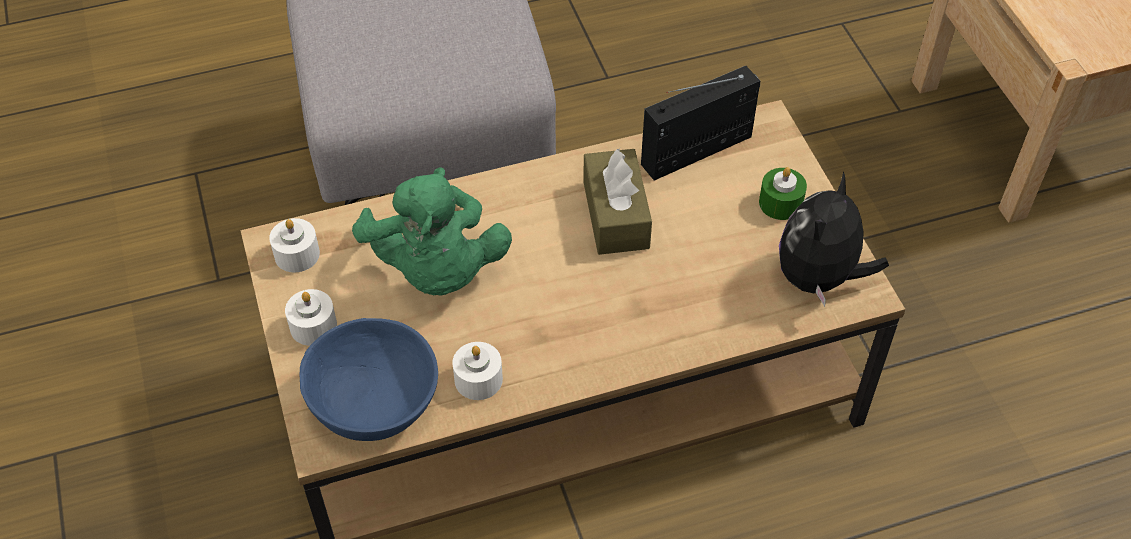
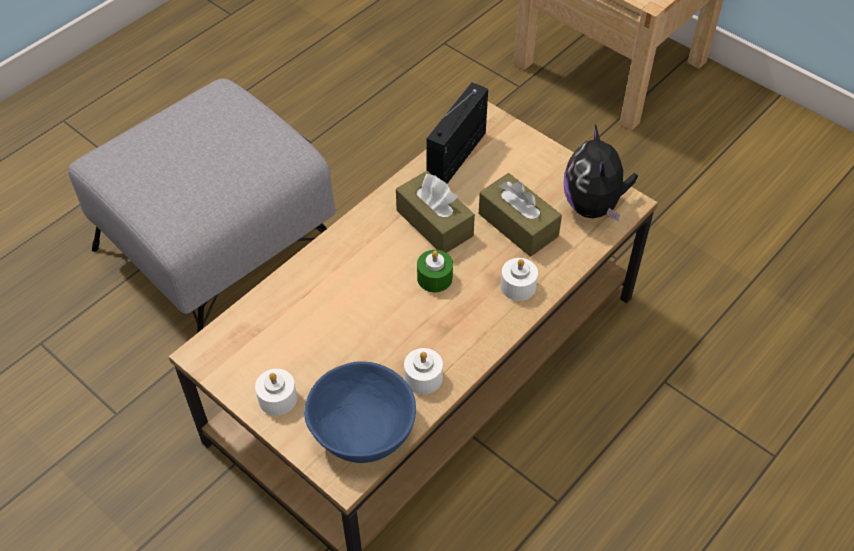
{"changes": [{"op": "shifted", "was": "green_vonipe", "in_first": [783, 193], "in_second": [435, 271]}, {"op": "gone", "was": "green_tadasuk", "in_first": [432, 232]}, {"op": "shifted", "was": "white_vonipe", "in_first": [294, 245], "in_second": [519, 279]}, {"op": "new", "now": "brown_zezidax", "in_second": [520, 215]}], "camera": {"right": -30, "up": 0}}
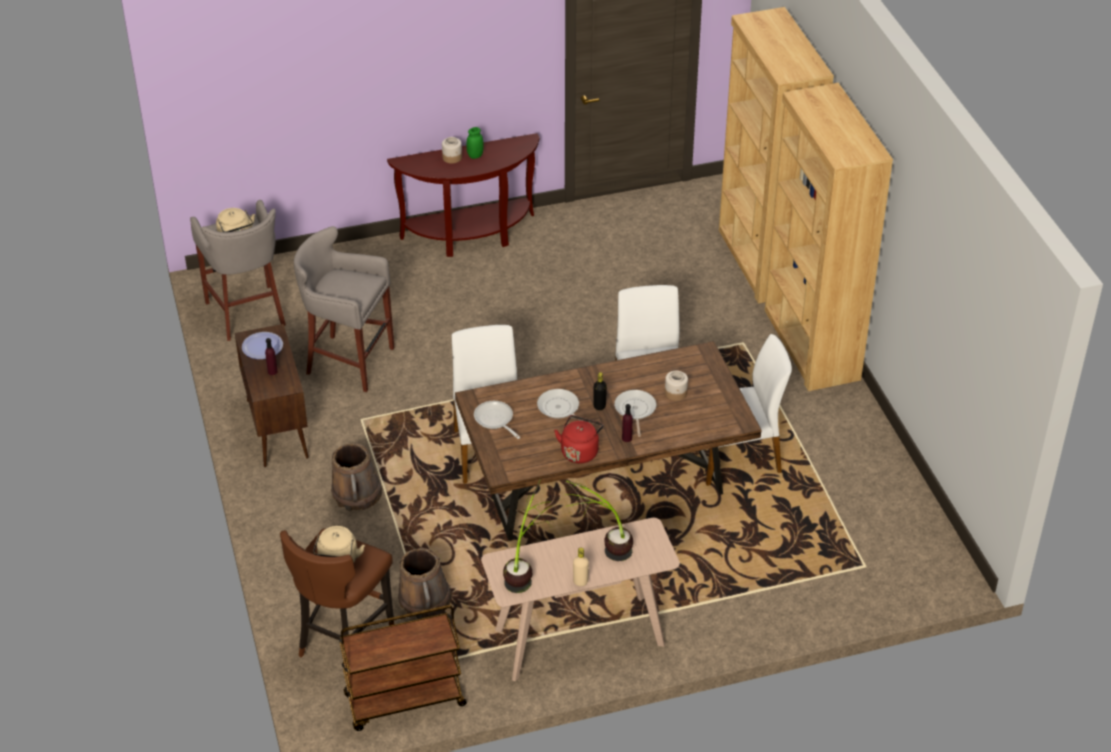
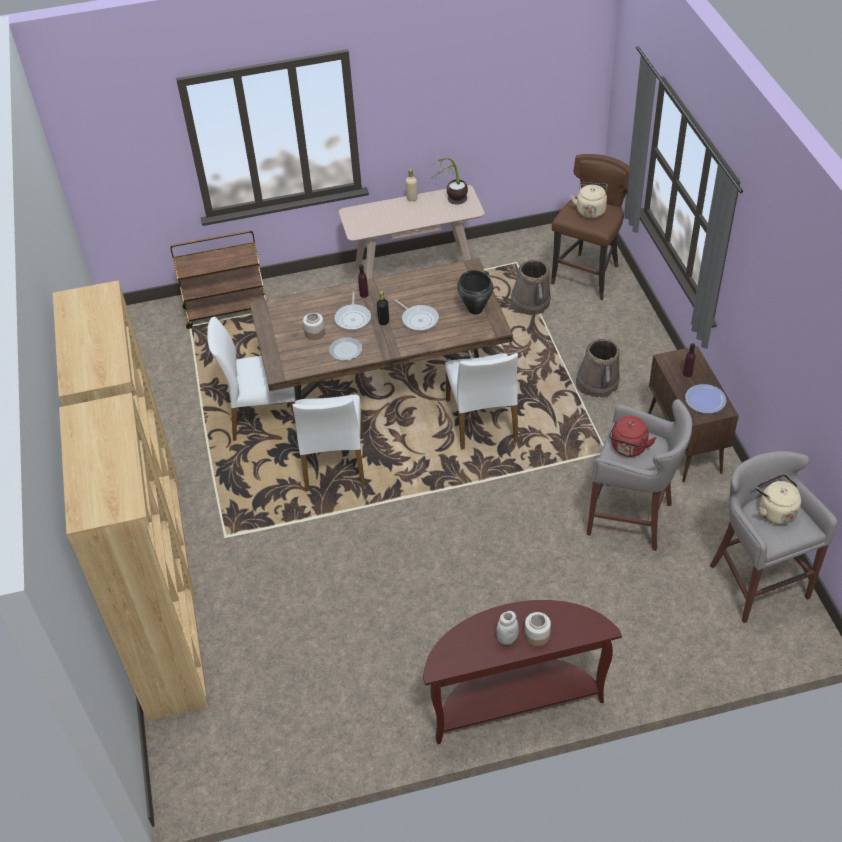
{"changes": [{"op": "repainted", "was": "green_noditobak", "now": "white_noditobak", "in_first": [475, 143], "in_second": [507, 628]}, {"op": "swapped", "was": "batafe", "now": "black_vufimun", "in_first": [497, 420], "in_second": [475, 292]}, {"op": "shifted", "was": "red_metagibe", "in_first": [578, 439], "in_second": [632, 436]}, {"op": "gone", "was": "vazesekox", "in_first": [599, 520]}, {"op": "shifted", "was": "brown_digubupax", "in_first": [403, 668], "in_second": [218, 279]}, {"op": "new", "now": "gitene", "in_second": [345, 349]}], "camera": {"right": -175, "up": 5}}
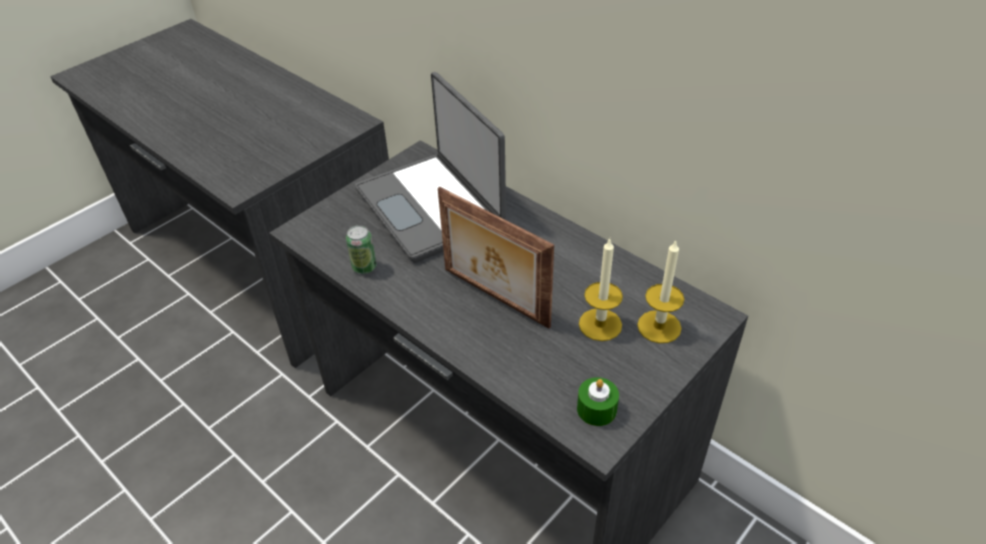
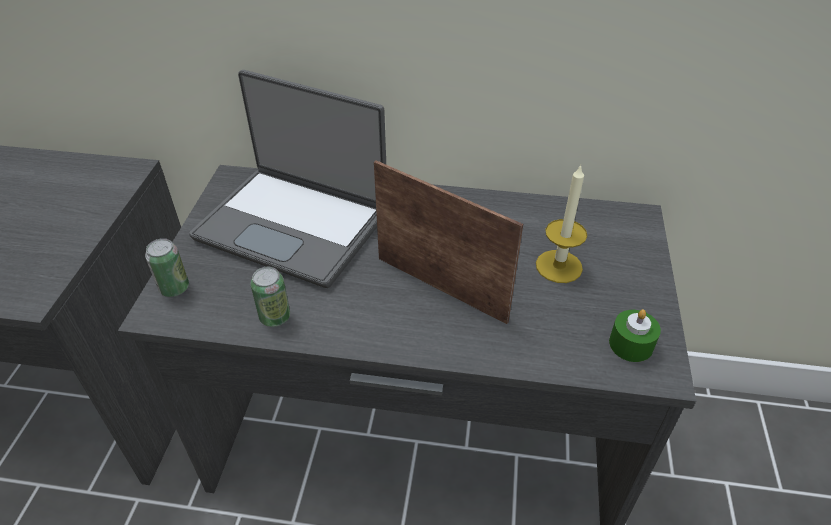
{"changes": [{"op": "rotated", "was": "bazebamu", "in_first": [496, 258], "in_second": [448, 242], "clockwise": -150}, {"op": "gone", "was": "vonipe", "in_first": [660, 291]}, {"op": "new", "now": "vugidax", "in_second": [167, 267]}], "camera": {"right": -35, "up": 0}}
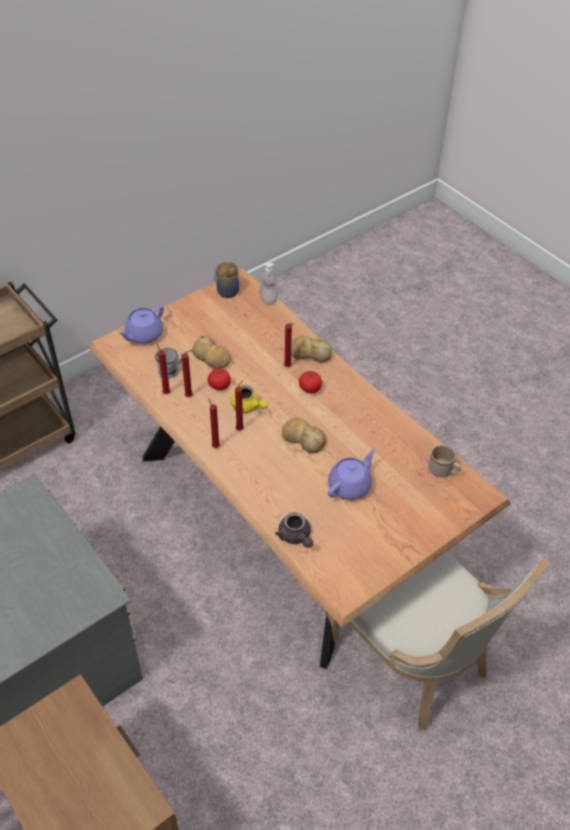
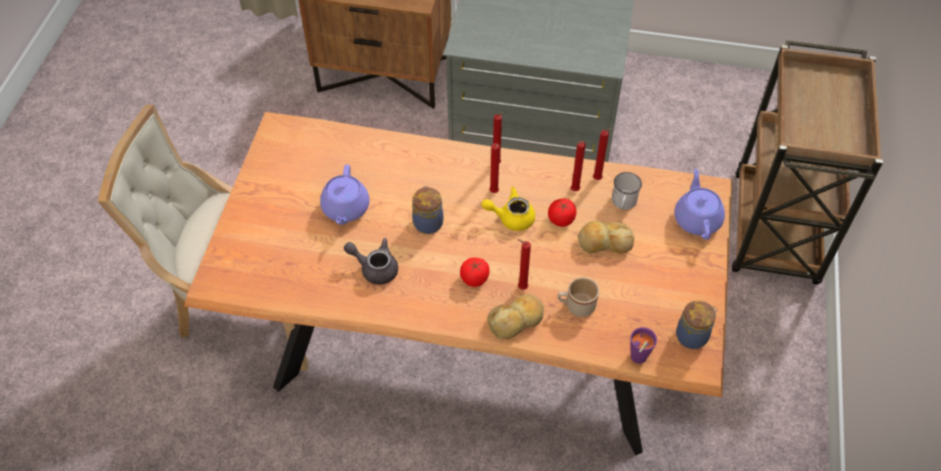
{"changes": [{"op": "swapped", "was": "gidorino", "now": "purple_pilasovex", "in_first": [268, 284], "in_second": [643, 345]}, {"op": "swapped", "was": "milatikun", "now": "noditobak", "in_first": [304, 435], "in_second": [427, 210]}, {"op": "shifted", "was": "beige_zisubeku", "in_first": [445, 461], "in_second": [578, 297]}, {"op": "shifted", "was": "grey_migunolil", "in_first": [294, 530], "in_second": [371, 261]}], "camera": {"right": 140, "up": 5}}
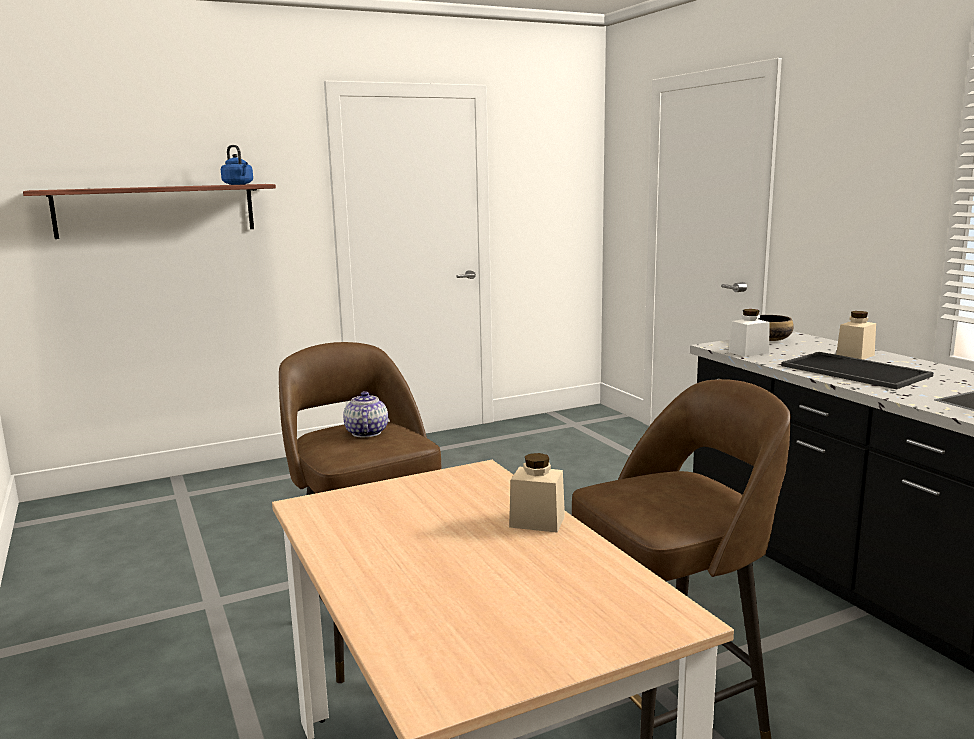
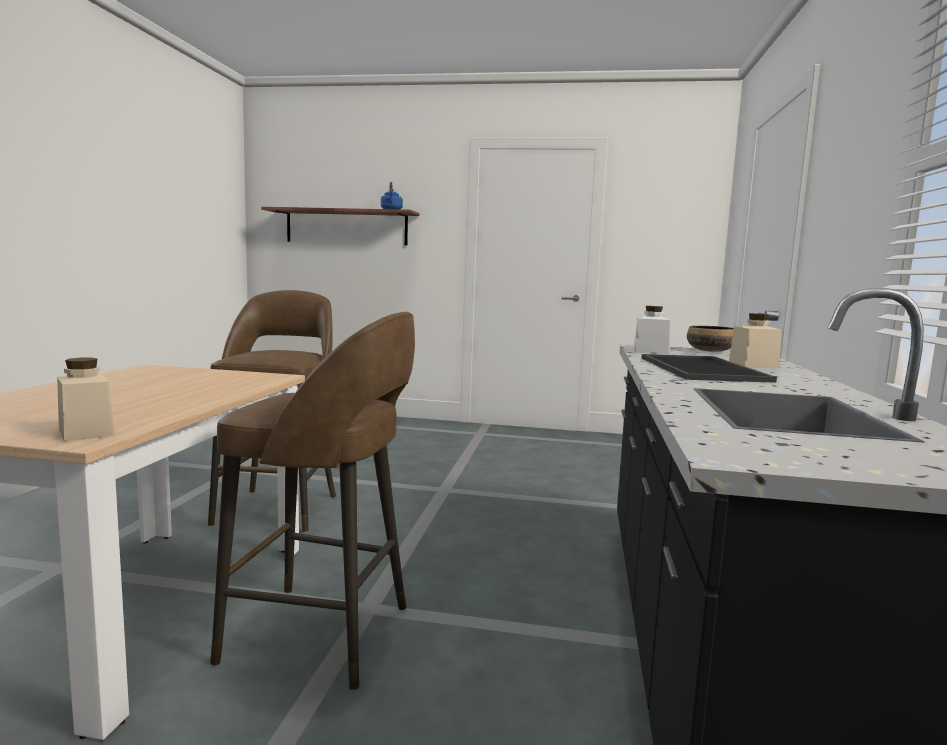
{"changes": [{"op": "gone", "was": "migunolil", "in_first": [365, 414]}, {"op": "shifted", "was": "beige_noditobak", "in_first": [537, 493], "in_second": [85, 400]}], "camera": {"right": 35, "up": -5}}
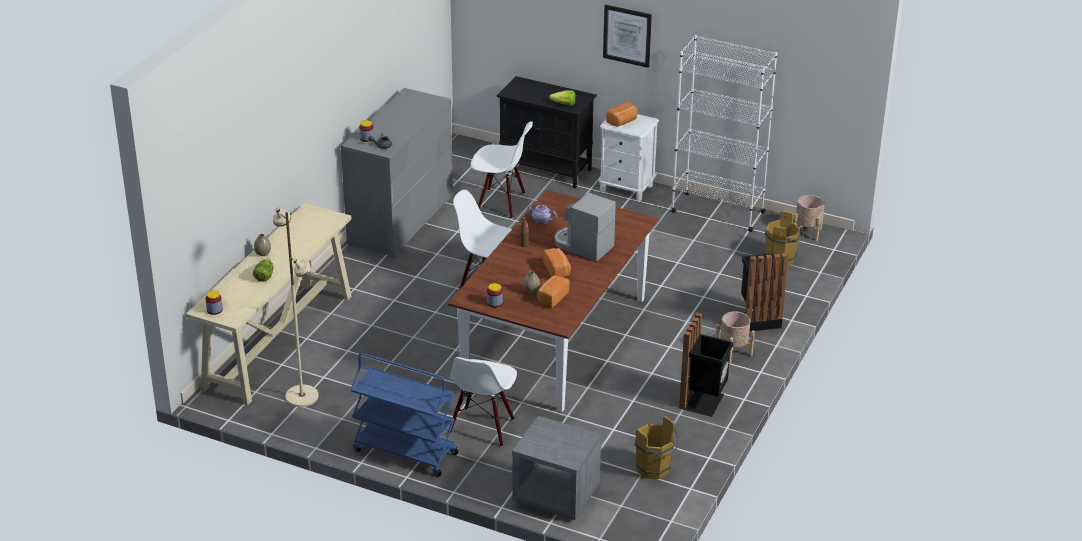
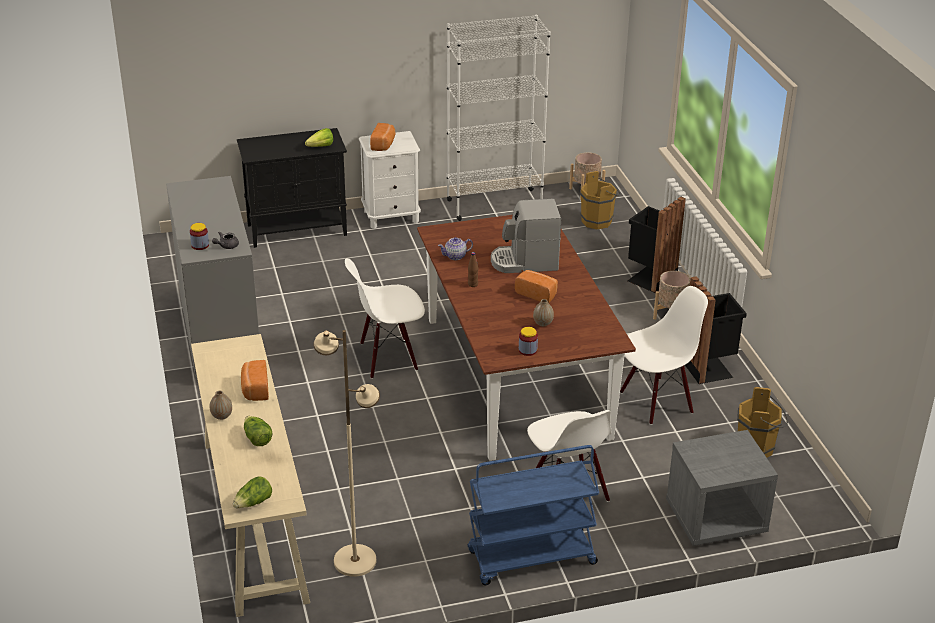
{"changes": [{"op": "gone", "was": "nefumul", "in_first": [627, 36]}, {"op": "shifted", "was": "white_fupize", "in_first": [502, 170], "in_second": [664, 355]}, {"op": "shifted", "was": "milatikun", "in_first": [553, 291], "in_second": [255, 380]}, {"op": "swapped", "was": "noditobak", "now": "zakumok", "in_first": [214, 302], "in_second": [252, 492]}], "camera": {"right": -40, "up": 0}}
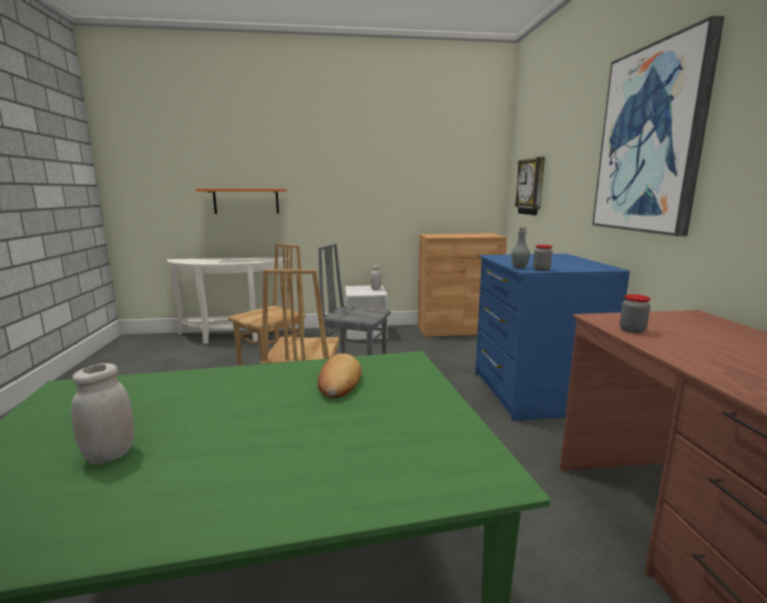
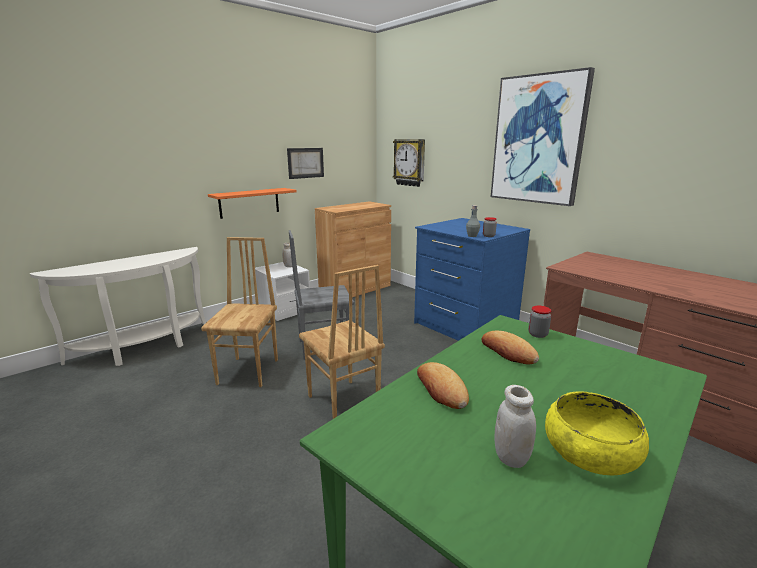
{"changes": [{"op": "shifted", "was": "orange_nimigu", "in_first": [241, 201], "in_second": [252, 203]}, {"op": "shifted", "was": "noditobak", "in_first": [635, 313], "in_second": [539, 322]}, {"op": "new", "now": "nefumul", "in_second": [305, 163]}, {"op": "new", "now": "milatikun", "in_second": [443, 385]}, {"op": "new", "now": "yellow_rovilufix", "in_second": [597, 433]}], "camera": {"right": -35, "up": 5}}
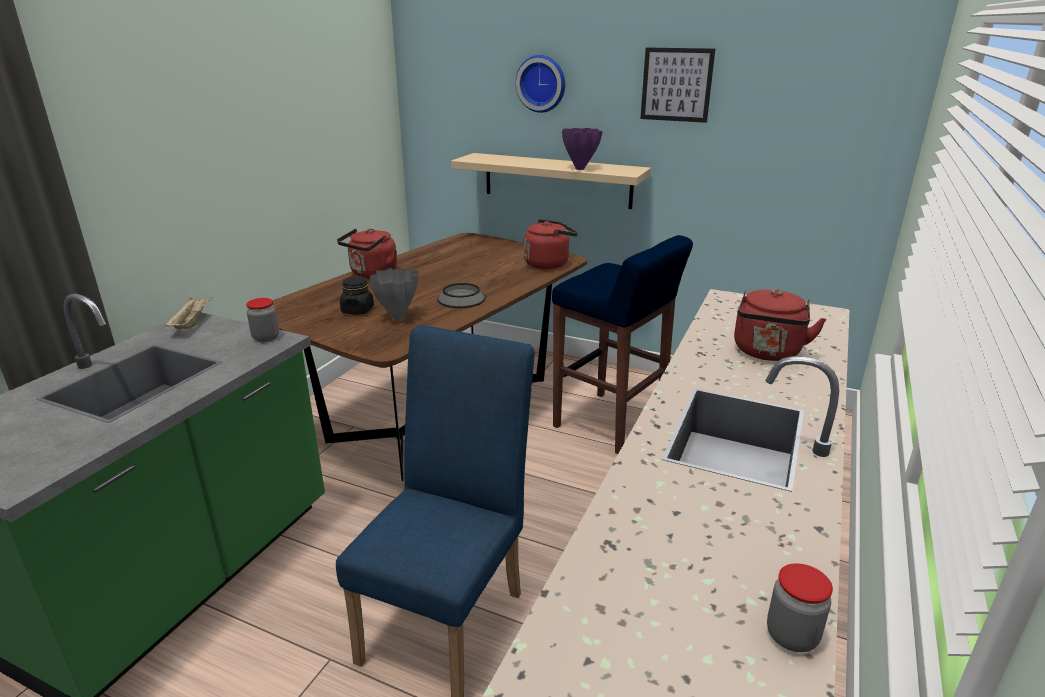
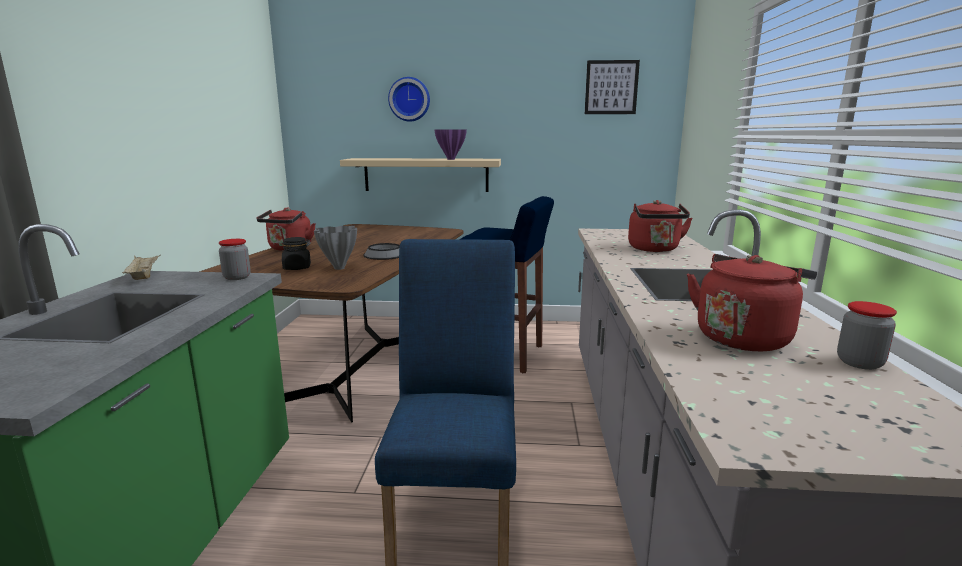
{"changes": [{"op": "shifted", "was": "nefumul", "in_first": [677, 85], "in_second": [612, 87]}, {"op": "shifted", "was": "red_metagibe", "in_first": [551, 244], "in_second": [752, 302]}], "camera": {"right": -20, "up": -10}}
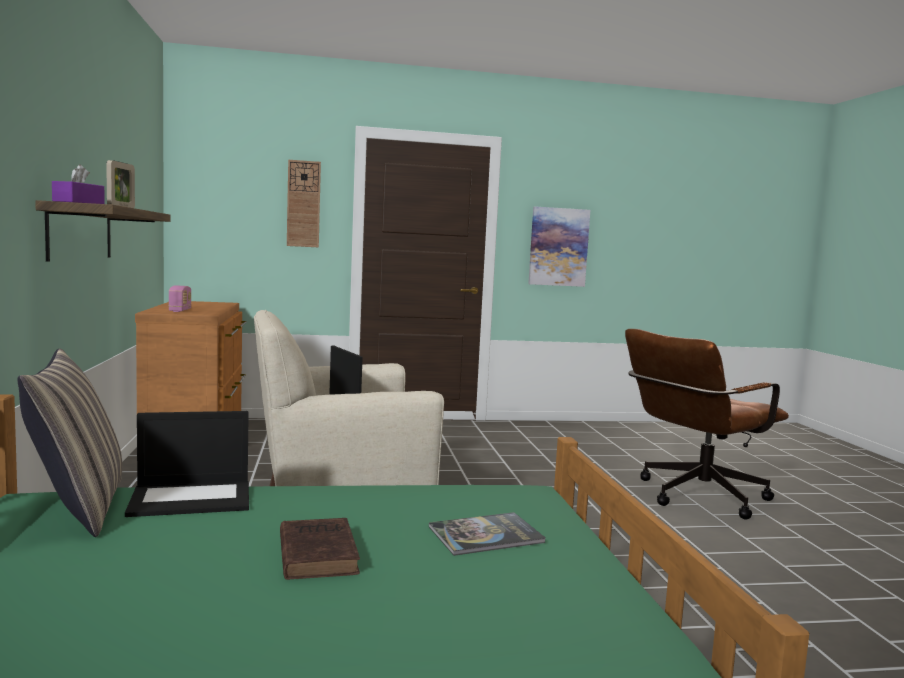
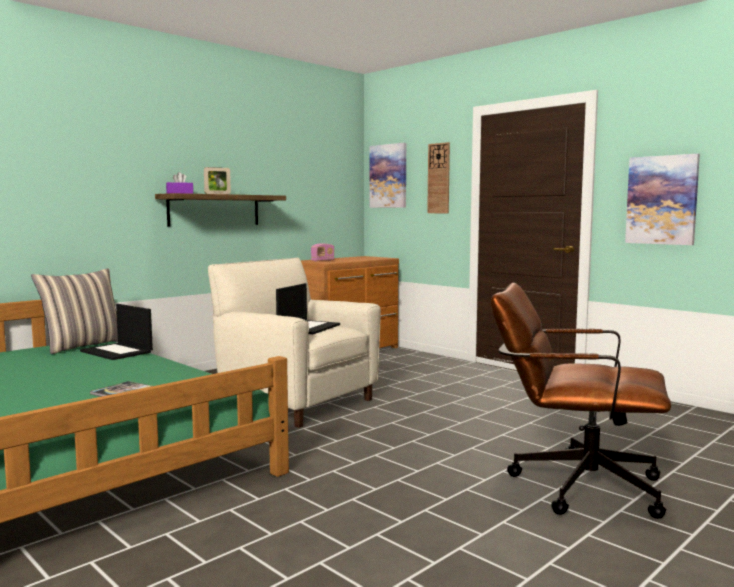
{"changes": [{"op": "gone", "was": "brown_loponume", "in_first": [320, 549]}, {"op": "new", "now": "nefumul", "in_second": [388, 175]}], "camera": {"right": 55, "up": 0}}
